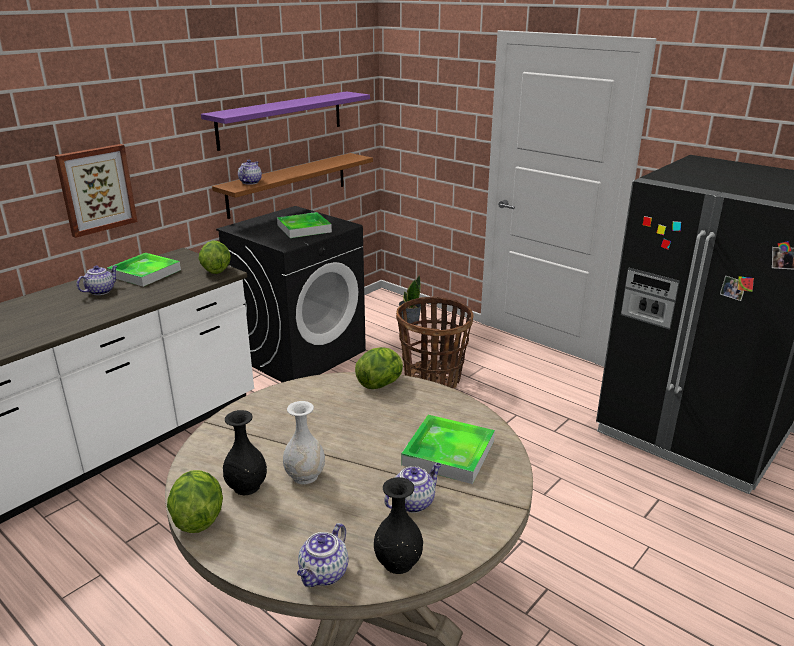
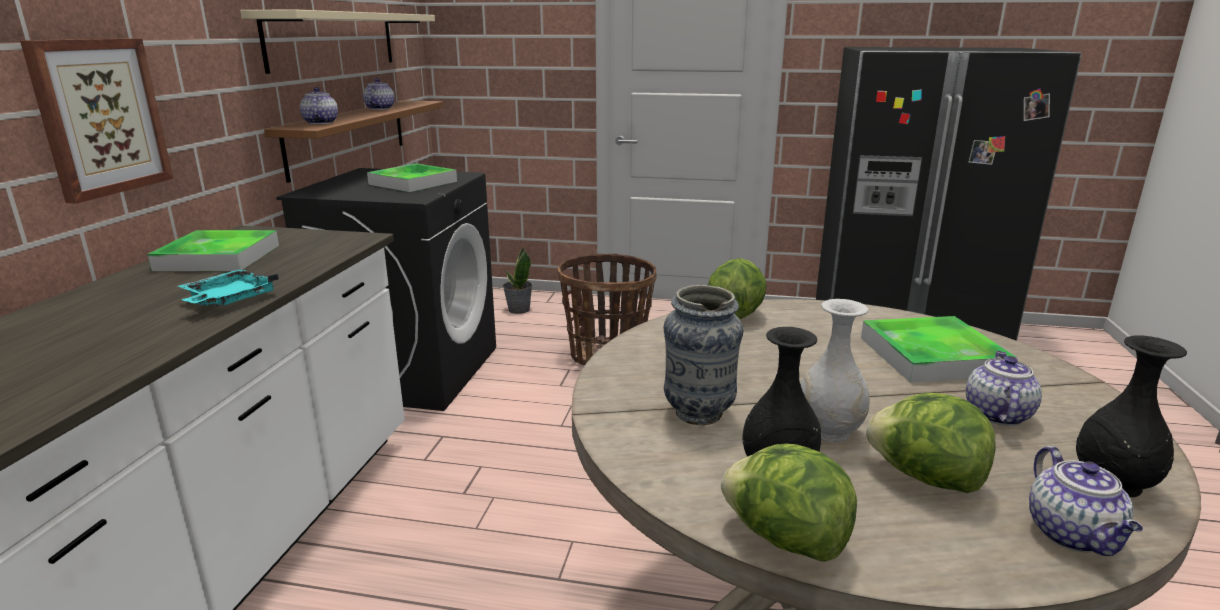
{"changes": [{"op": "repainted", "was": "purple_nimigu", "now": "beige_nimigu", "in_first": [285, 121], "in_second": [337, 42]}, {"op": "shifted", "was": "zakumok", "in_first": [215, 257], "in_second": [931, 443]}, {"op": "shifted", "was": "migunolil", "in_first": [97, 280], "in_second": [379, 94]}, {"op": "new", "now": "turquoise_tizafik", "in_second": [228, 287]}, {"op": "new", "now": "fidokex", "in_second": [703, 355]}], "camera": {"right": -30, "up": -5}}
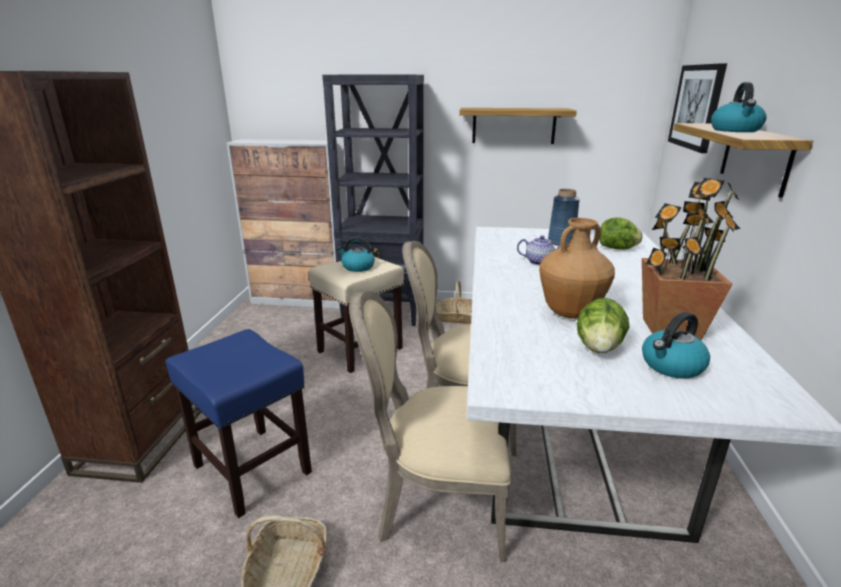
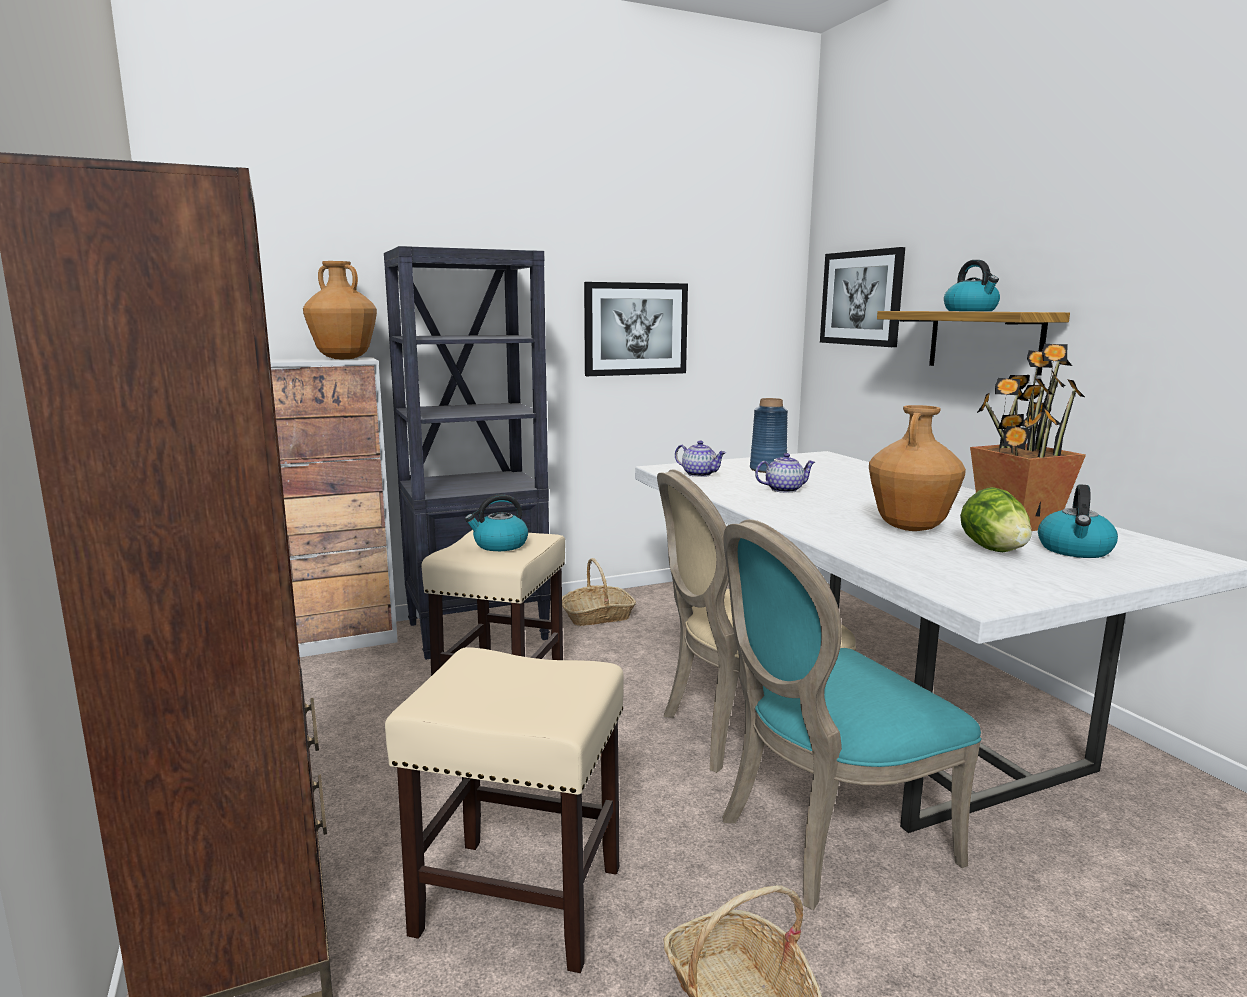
{"changes": [{"op": "swapped", "was": "nimigu", "now": "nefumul", "in_first": [518, 126], "in_second": [636, 329]}, {"op": "gone", "was": "zakumok", "in_first": [621, 233]}, {"op": "repainted", "was": "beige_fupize", "now": "turquoise_fupize", "in_first": [430, 426], "in_second": [852, 714]}, {"op": "repainted", "was": "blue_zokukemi", "now": "beige_zokukemi", "in_first": [238, 423], "in_second": [504, 810]}, {"op": "new", "now": "brown_fidokex", "in_second": [340, 310]}, {"op": "new", "now": "migunolil", "in_second": [700, 459]}], "camera": {"right": -30, "up": -10}}
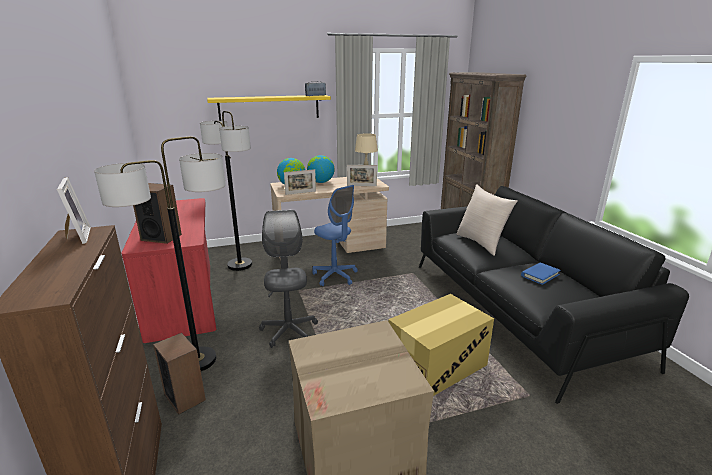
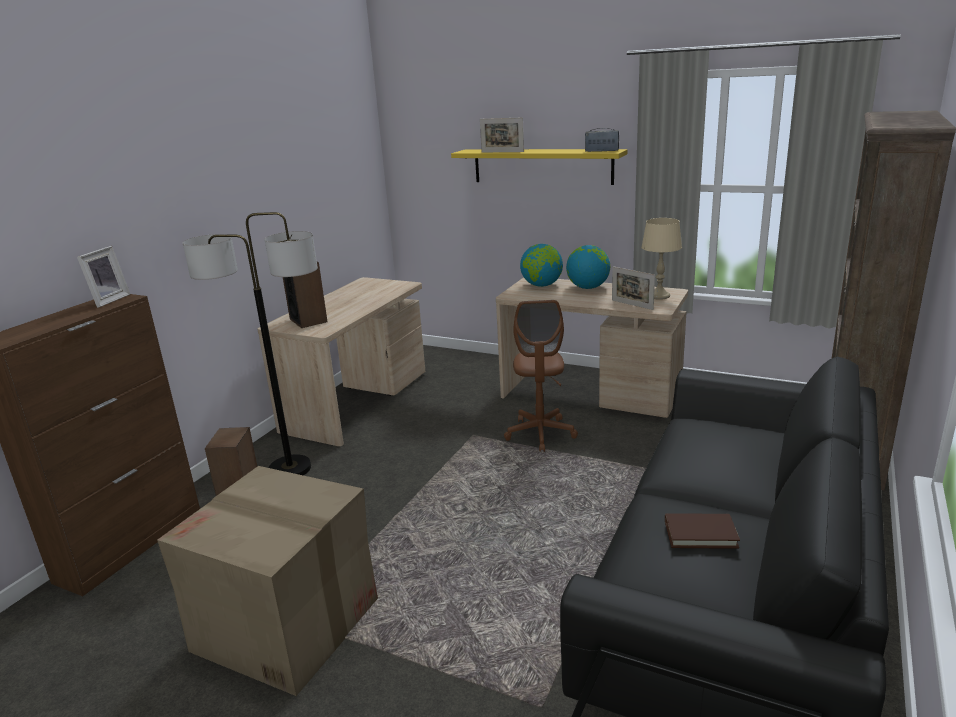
{"changes": [{"op": "gone", "was": "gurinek", "in_first": [226, 191]}, {"op": "shifted", "was": "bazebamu", "in_first": [300, 182], "in_second": [502, 134]}, {"op": "gone", "was": "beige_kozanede", "in_first": [487, 220]}, {"op": "repainted", "was": "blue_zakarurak", "now": "brown_zakarurak", "in_first": [335, 235], "in_second": [541, 376]}, {"op": "repainted", "was": "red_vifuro", "now": "beige_vifuro", "in_first": [169, 270], "in_second": [341, 361]}, {"op": "gone", "was": "grey_zakarurak", "in_first": [288, 279]}, {"op": "repainted", "was": "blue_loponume", "now": "brown_loponume", "in_first": [541, 274], "in_second": [702, 531]}, {"op": "gone", "was": "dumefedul", "in_first": [441, 345]}], "camera": {"right": 45, "up": 0}}
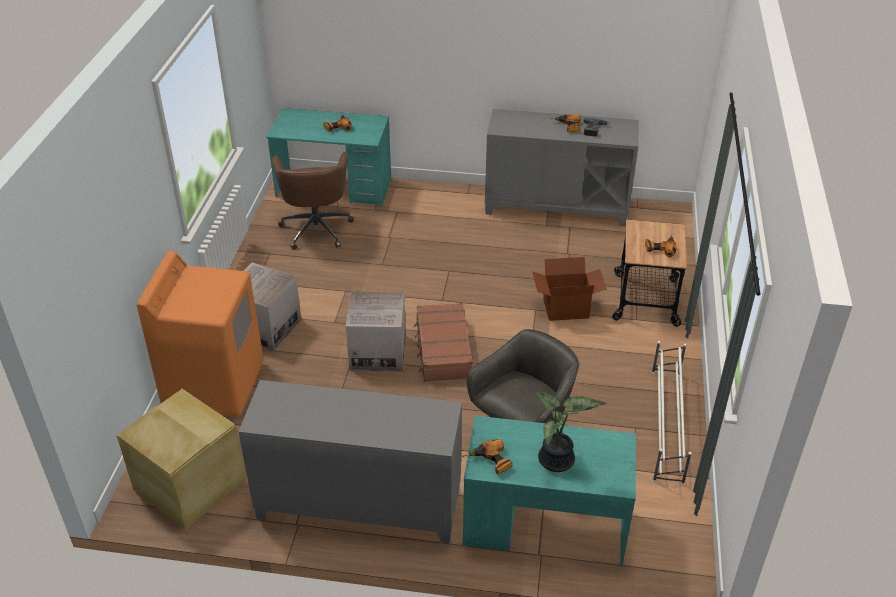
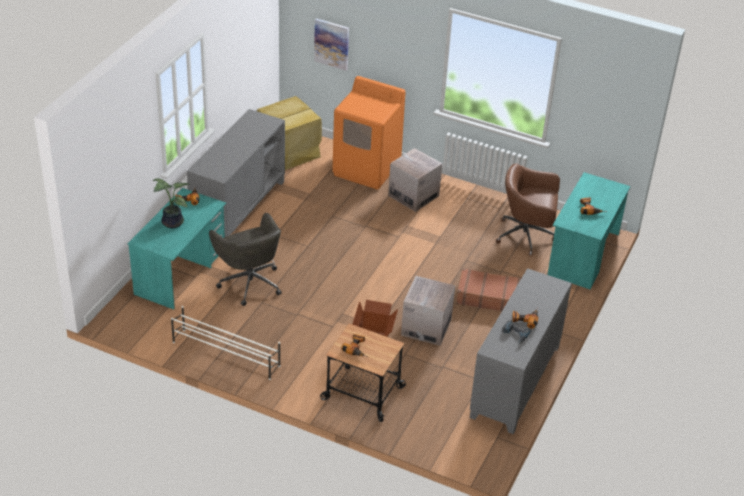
{"changes": [{"op": "shifted", "was": "dumefedul", "in_first": [376, 331], "in_second": [428, 311]}, {"op": "shifted", "was": "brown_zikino", "in_first": [443, 342], "in_second": [488, 290]}, {"op": "new", "now": "nefumul", "in_second": [331, 44]}], "camera": {"right": 105, "up": 0}}
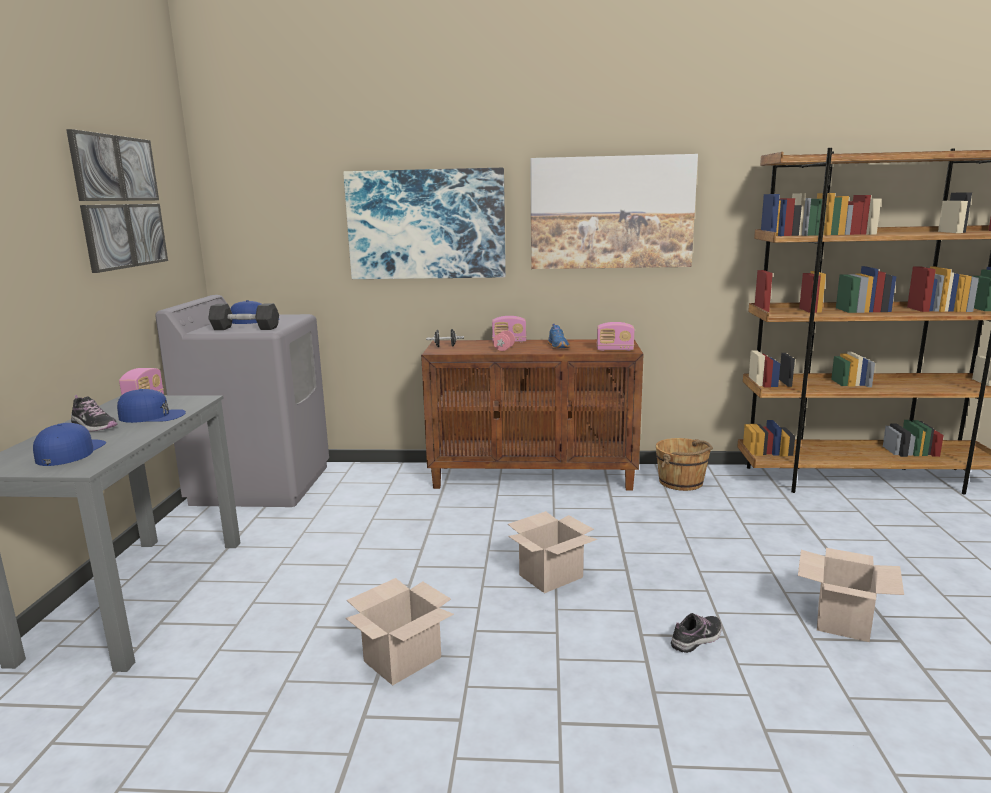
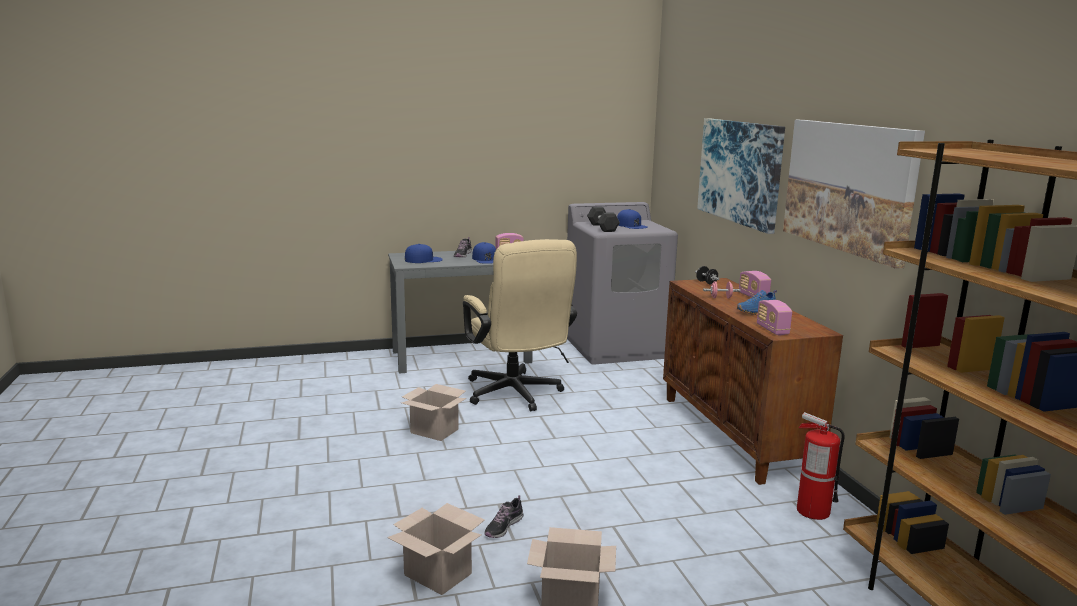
{"changes": [{"op": "gone", "was": "nefumul", "in_first": [117, 201]}, {"op": "swapped", "was": "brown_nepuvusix", "now": "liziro", "in_first": [684, 464], "in_second": [821, 466]}, {"op": "shifted", "was": "dumefedul", "in_first": [552, 552], "in_second": [436, 549]}, {"op": "rotated", "was": "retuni", "in_first": [696, 633], "in_second": [504, 516], "clockwise": 90}, {"op": "new", "now": "beige_zakarurak", "in_second": [520, 325]}], "camera": {"right": 70, "up": 0}}
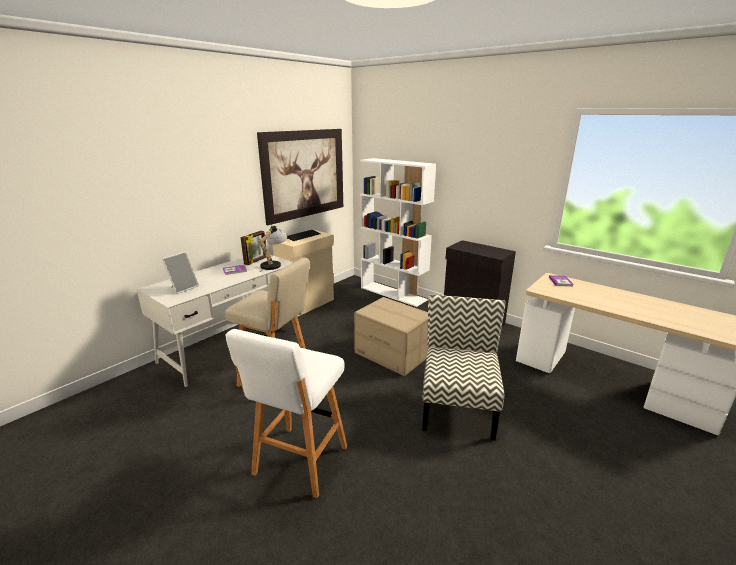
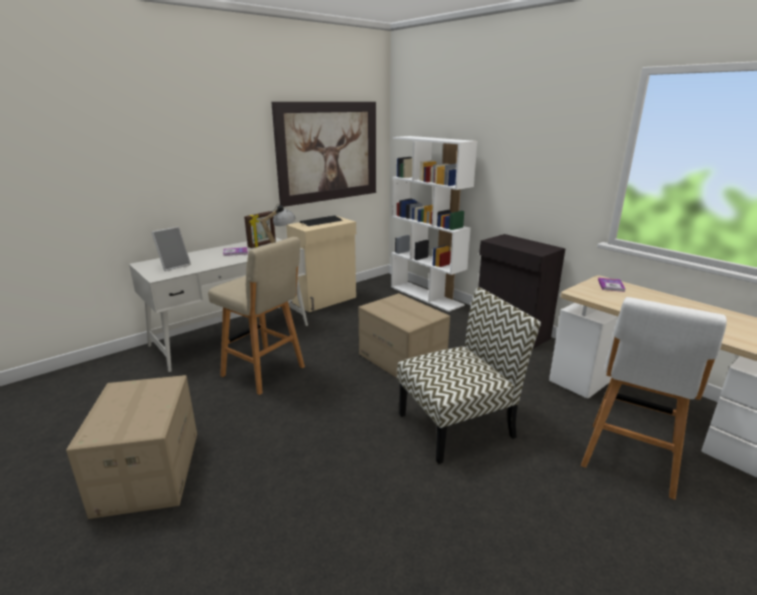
{"changes": [{"op": "rotated", "was": "fupize", "in_first": [464, 367], "in_second": [469, 375], "clockwise": 45}, {"op": "shifted", "was": "white_zokukemi", "in_first": [286, 413], "in_second": [654, 398]}, {"op": "new", "now": "dumefedul", "in_second": [131, 447]}], "camera": {"right": 10, "up": 0}}
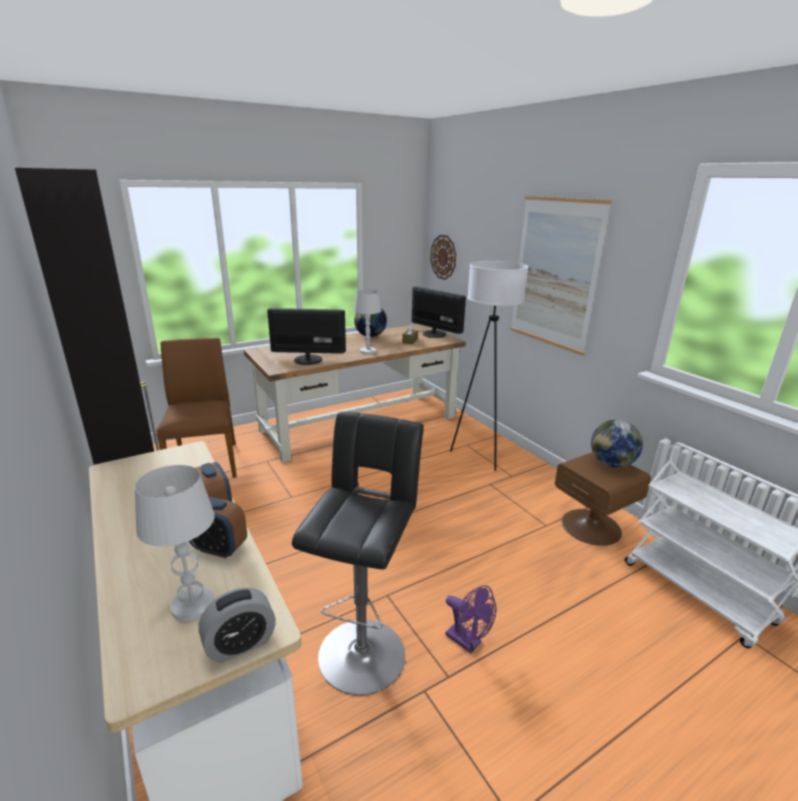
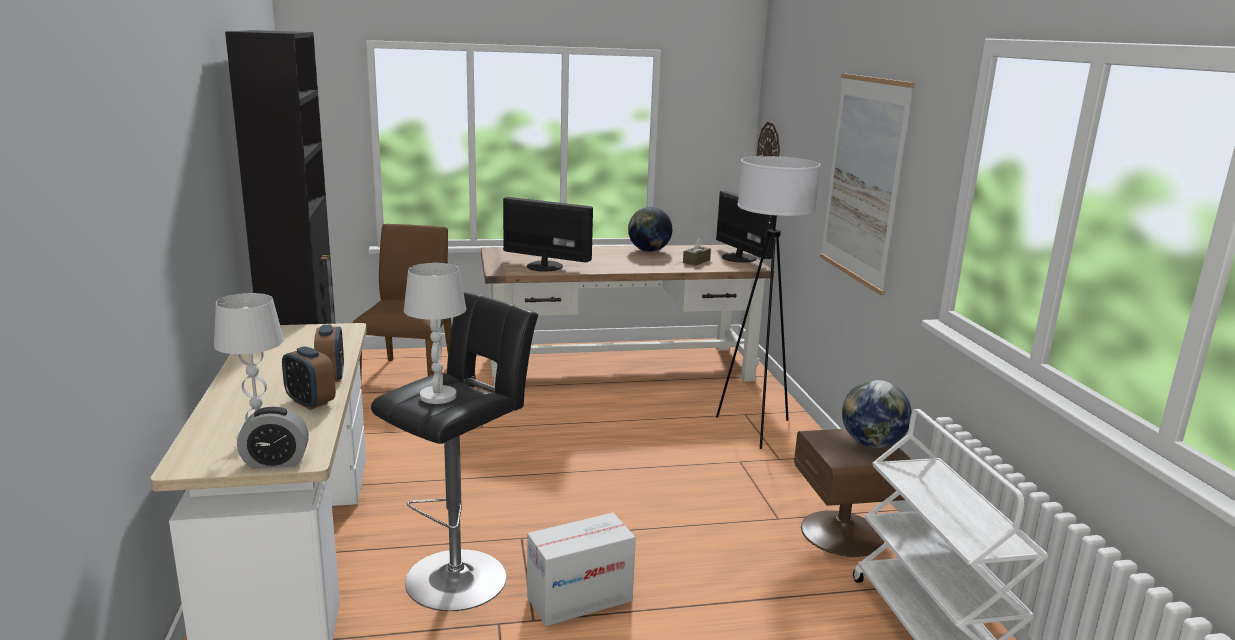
{"changes": [{"op": "shifted", "was": "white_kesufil", "in_first": [367, 322], "in_second": [435, 333]}, {"op": "swapped", "was": "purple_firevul", "now": "dumefedul", "in_first": [470, 619], "in_second": [581, 569]}], "camera": {"right": 20, "up": -5}}
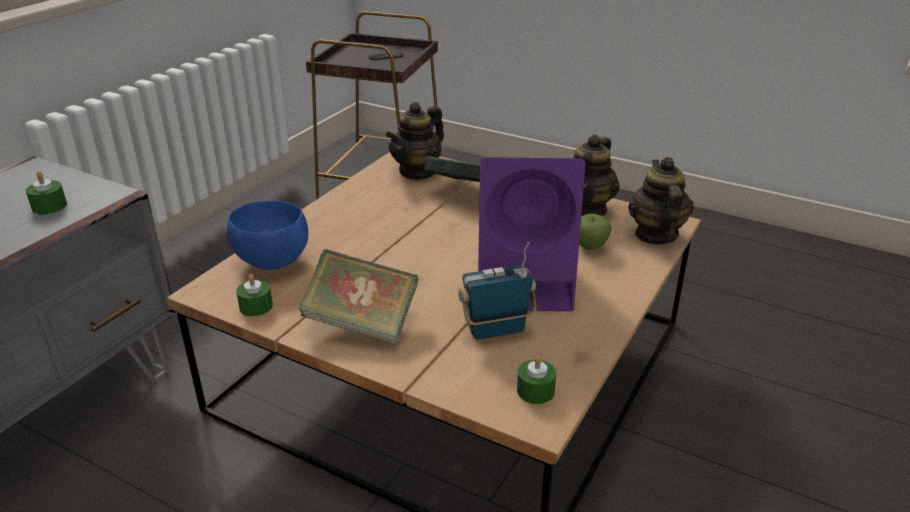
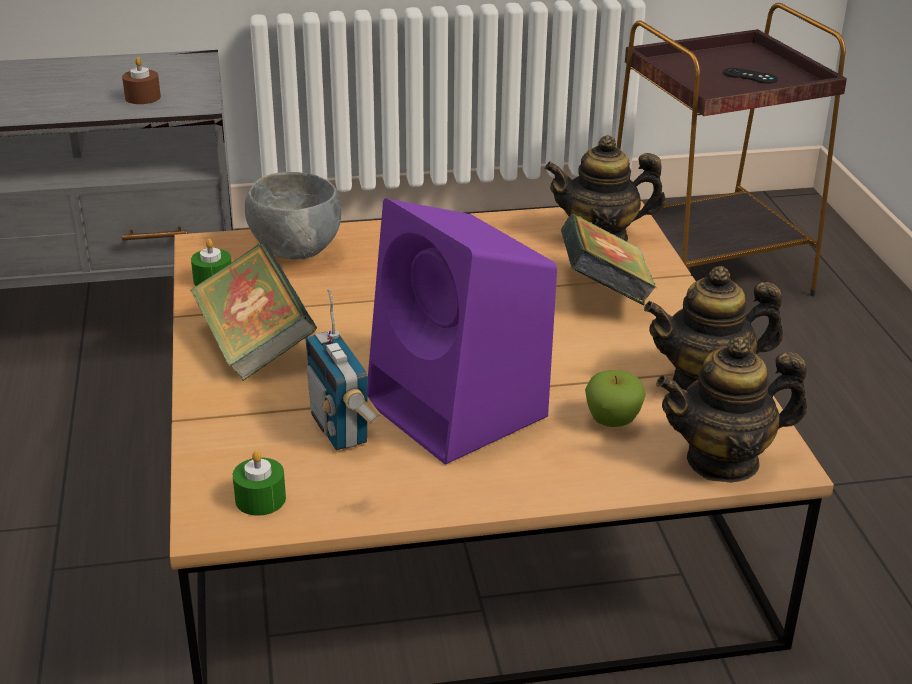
{"changes": [{"op": "rotated", "was": "migunolil", "in_first": [661, 201], "in_second": [731, 410], "clockwise": -150}, {"op": "repainted", "was": "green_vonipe", "now": "brown_vonipe", "in_first": [46, 193], "in_second": [141, 80]}, {"op": "repainted", "was": "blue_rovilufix", "now": "grey_rovilufix", "in_first": [267, 235], "in_second": [293, 216]}, {"op": "rotated", "was": "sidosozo", "in_first": [497, 291], "in_second": [343, 369], "clockwise": -150}], "camera": {"right": 50, "up": 0}}
